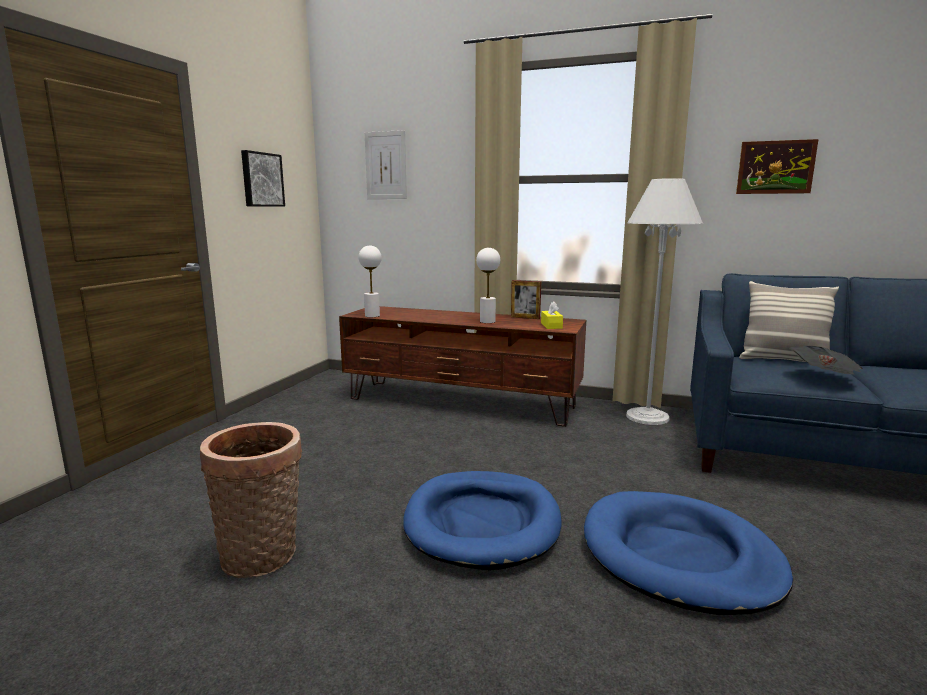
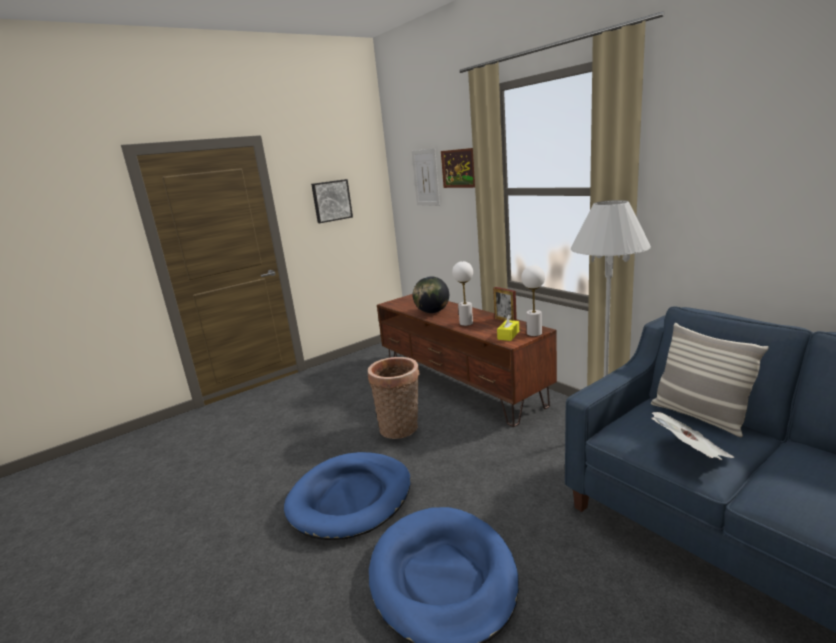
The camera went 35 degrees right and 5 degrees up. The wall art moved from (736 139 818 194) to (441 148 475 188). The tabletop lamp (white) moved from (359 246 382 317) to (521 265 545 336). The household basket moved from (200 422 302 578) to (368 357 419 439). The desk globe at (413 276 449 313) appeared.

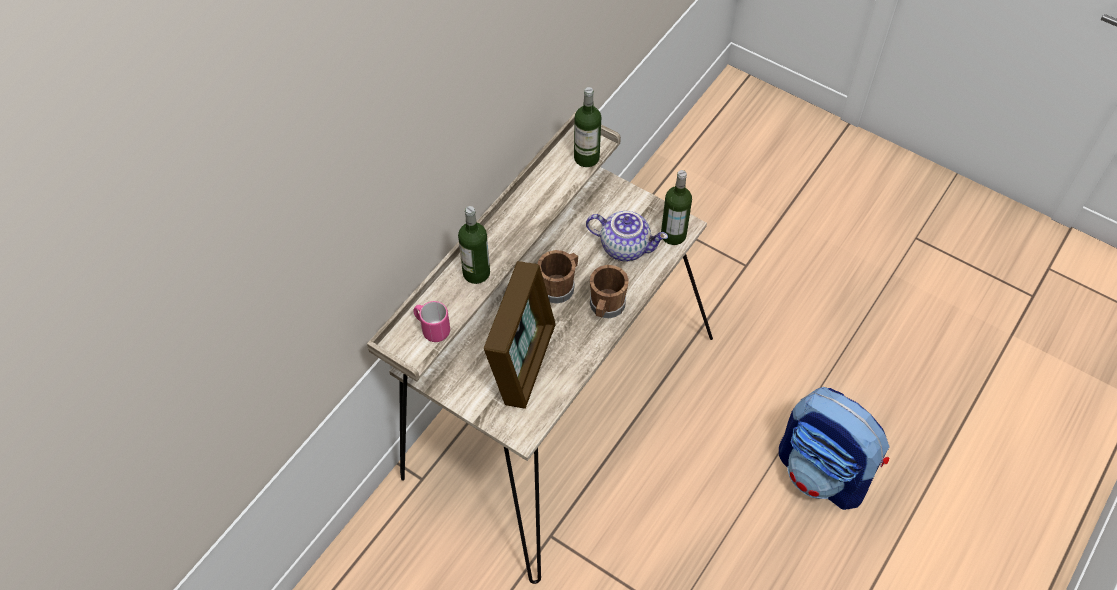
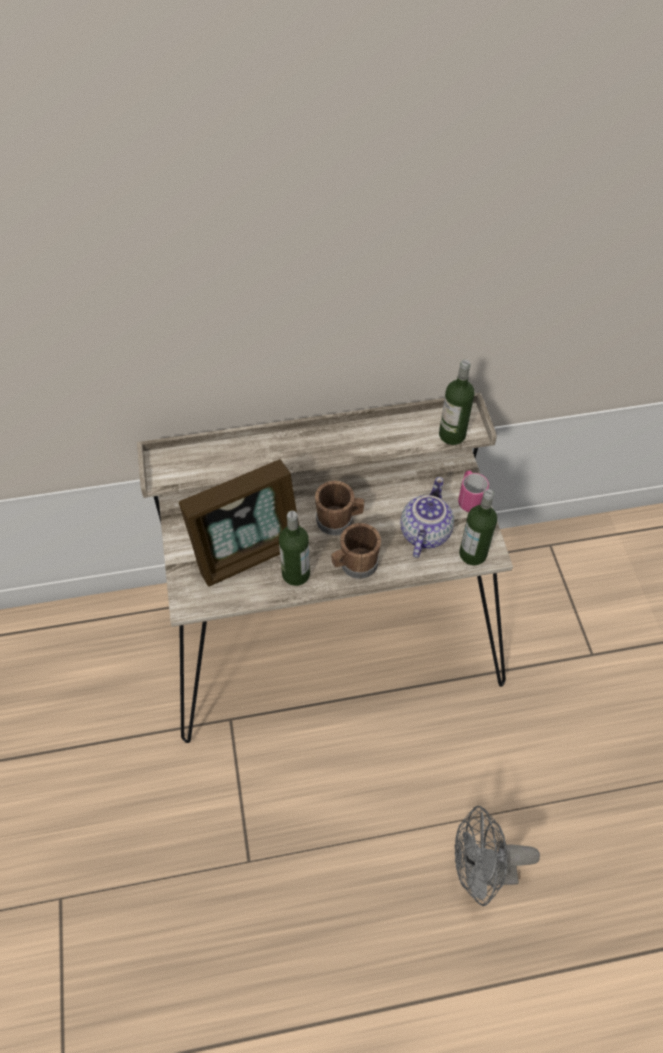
The camera went 45 degrees right and 0 degrees up. The bottle moved from (458 206 490 284) to (279 511 310 586). The tea pot at (586 211 668 261) turned 135 degrees counterclockwise. The tea mug (pinkish) moved from (413 301 450 342) to (458 471 489 512). The backpack at (779 387 889 510) was replaced by the cooling fan (greyish) at (454 806 540 906).

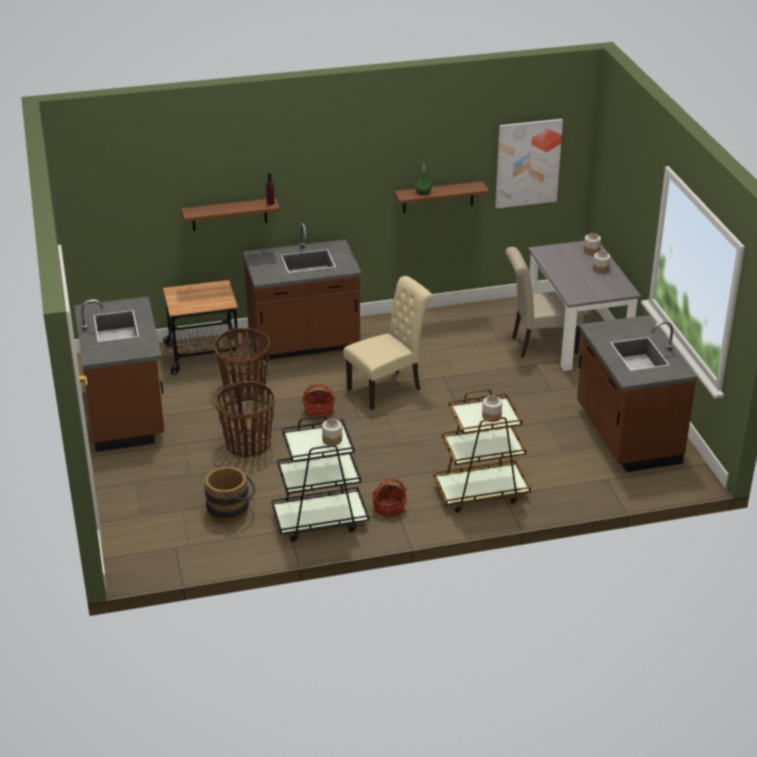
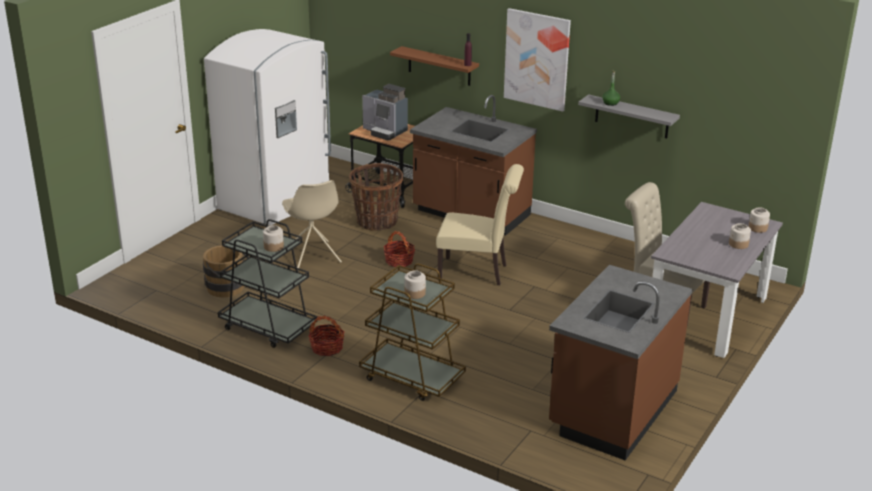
The camera went 45 degrees right and 5 degrees down. The wall art moved from (495 119 563 209) to (504 8 571 112). The shelf (brownish) at (394 181 489 213) became the shelf (greyish) at (578 94 680 138). The counter (brownish) at (74 297 164 452) was replaced by the fridge (white) at (204 29 331 226). The household basket at (216 381 275 457) was replaced by the upright chair (sand-coloured) at (282 180 342 268). The coffee brewer at (362 84 408 141) appeared.

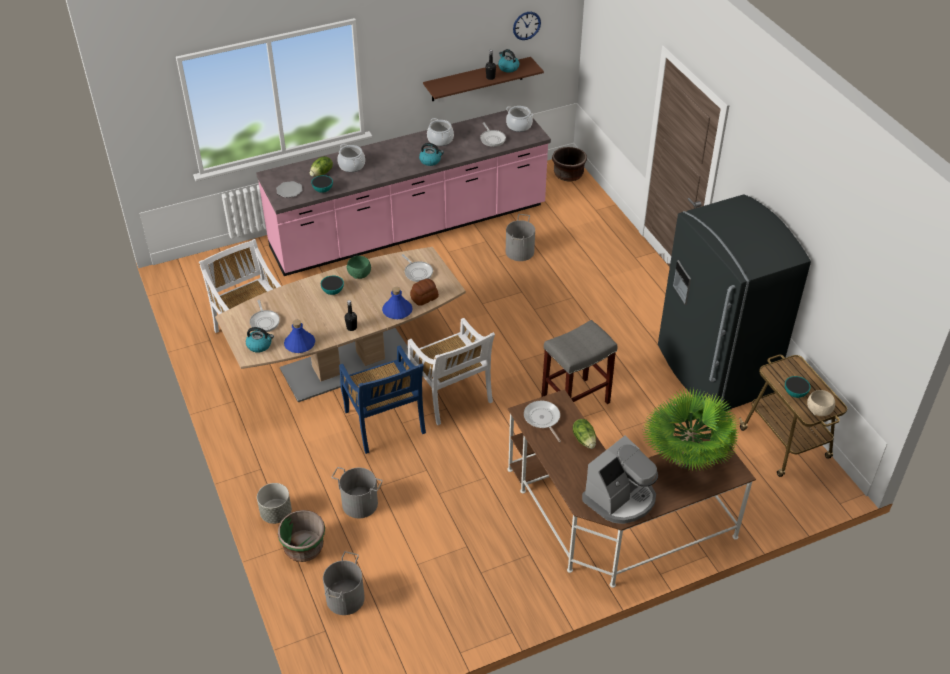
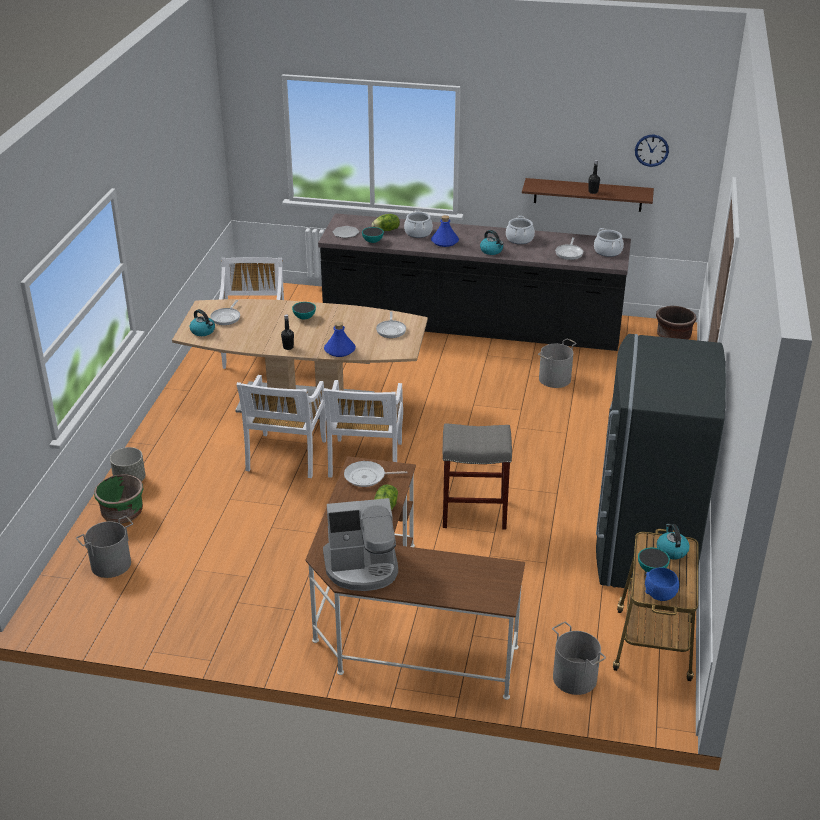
The camera went 35 degrees right and 10 degrees down. The tea kettle moved from (498 49 519 73) to (657 524 690 559). The counter (pinkish) at (256 110 551 276) became the counter (black-coloured) at (318 213 631 351). The deep dish (green-coloured) at (346 256 371 279) disappeared. The baked bread at (410 279 439 306) disappeared. The bottle (blue) moved from (284 320 315 353) to (431 215 459 247). The upright chair (blue) at (339 345 426 454) became the upright chair (white) at (236 375 326 478). The potted plant at (642 388 739 472) disappeared. The deep dish (sand-coloured) at (807 390 835 416) became the deep dish (blue) at (645 568 679 601). The pan at (524 400 561 443) turned 105 degrees counterclockwise. The pail (greyish) moved from (332 467 383 518) to (552 622 606 695).

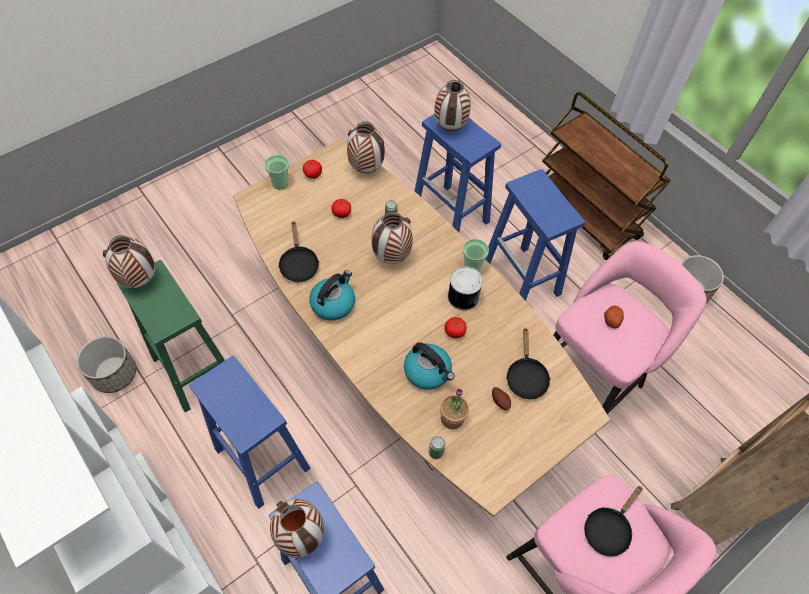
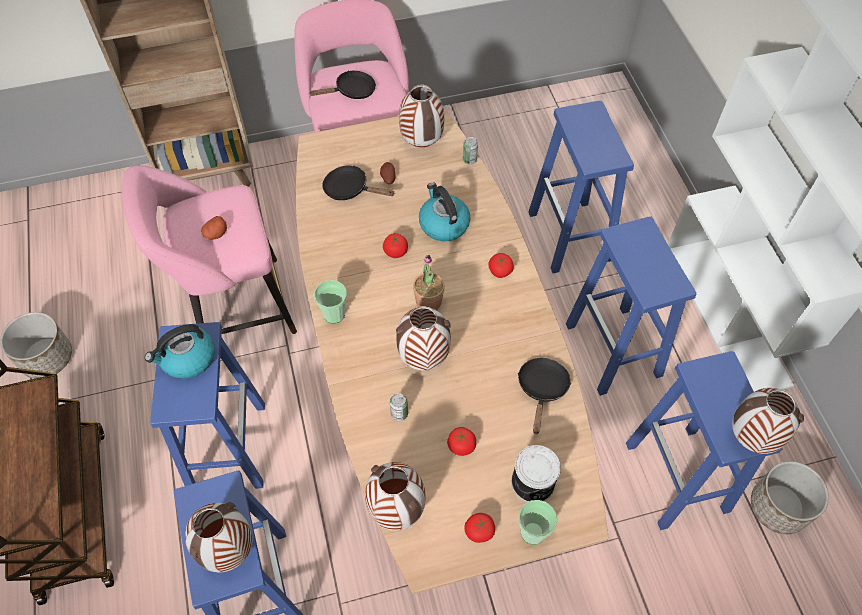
The camera went 155 degrees left and 0 degrees up. The stool (green-coloured) at (117 260 225 413) became the stool (blue) at (626 351 783 530). The can moved from (448 266 483 311) to (511 445 561 502). The tea kettle moved from (309 270 355 320) to (145 324 215 379). The pan (black-coloured) at (506 327 551 400) turned 90 degrees counterclockwise. The potted plant moved from (440 389 469 429) to (413 255 445 310). The flower vase moved from (270 499 324 558) to (399 85 444 147). The tomato at (488 253 514 278) appeared.

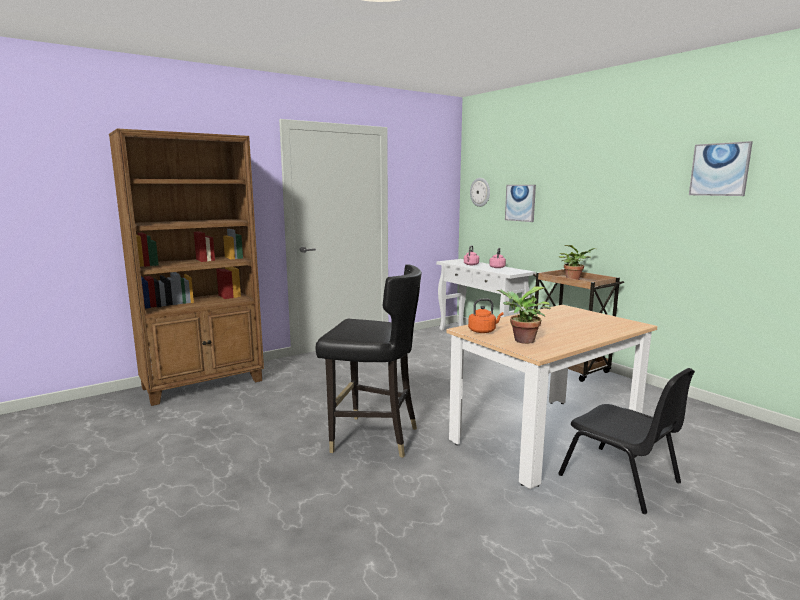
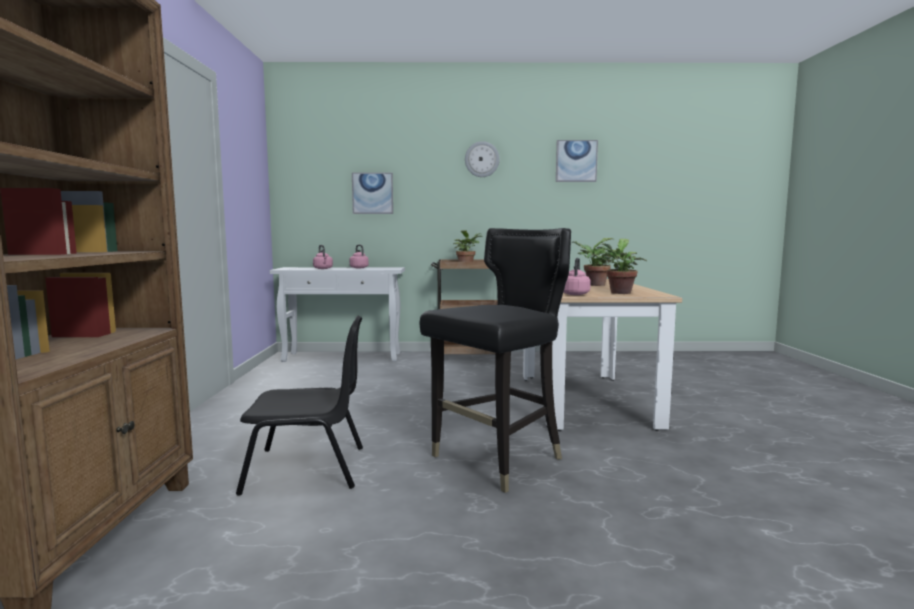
The camera went 55 degrees left and 5 degrees down. The hanging clock moved from (470 178 490 207) to (465 141 500 177). The tea kettle (orange-coloured) at (468 299 504 333) became the tea kettle (pinkish) at (563 258 591 295). The upright chair (black-coloured) moved from (558 368 695 514) to (236 316 363 496). The potted plant at (571 238 616 286) appeared.

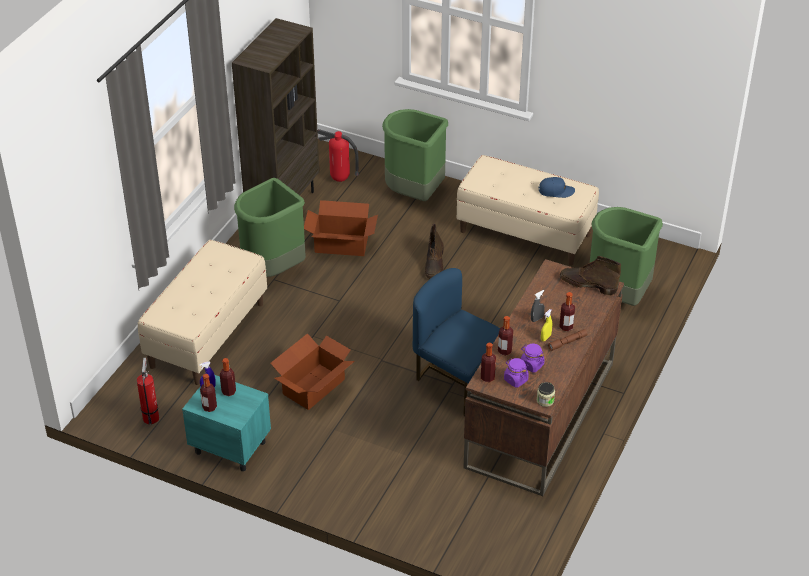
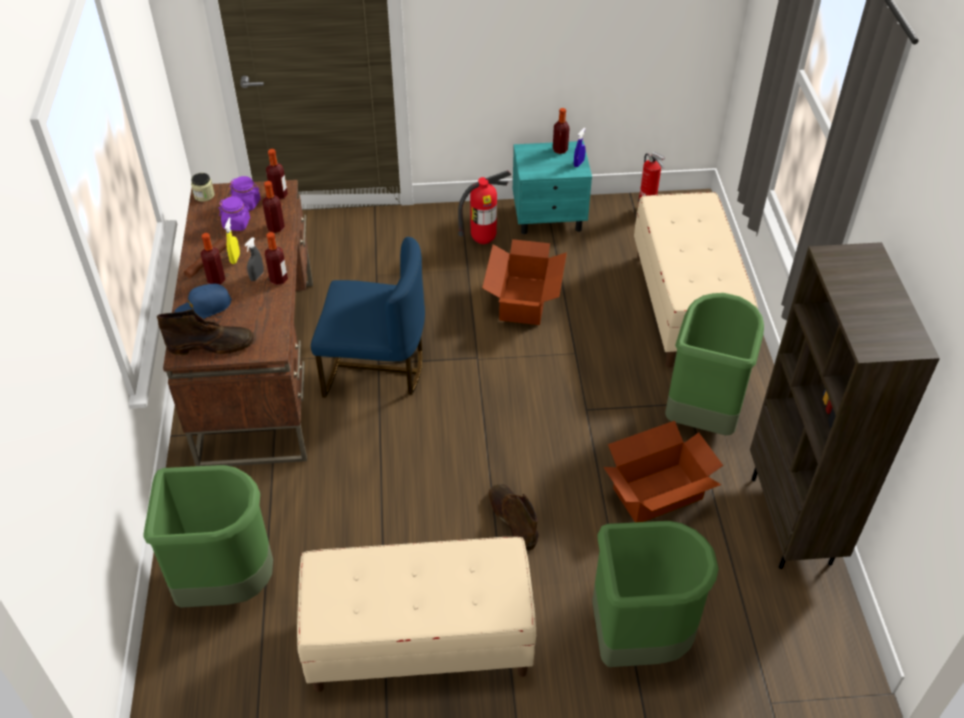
The camera went 150 degrees right and 5 degrees up. The fire-fighting cylinder moved from (317 129 359 182) to (458 170 511 244). The baseball cap (blue) moved from (539 177 575 198) to (175 284 232 319). The bottle moved from (220 358 236 396) to (265 232 288 285).

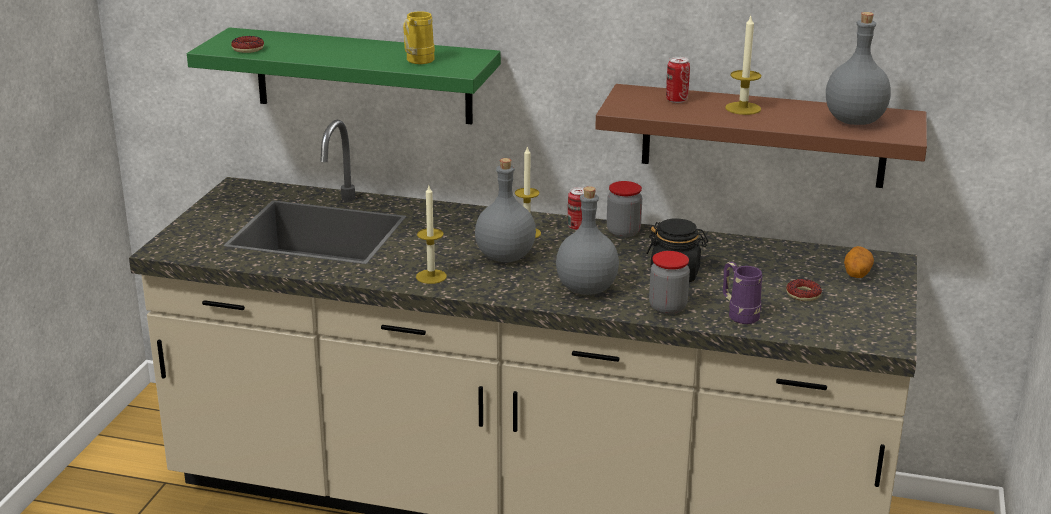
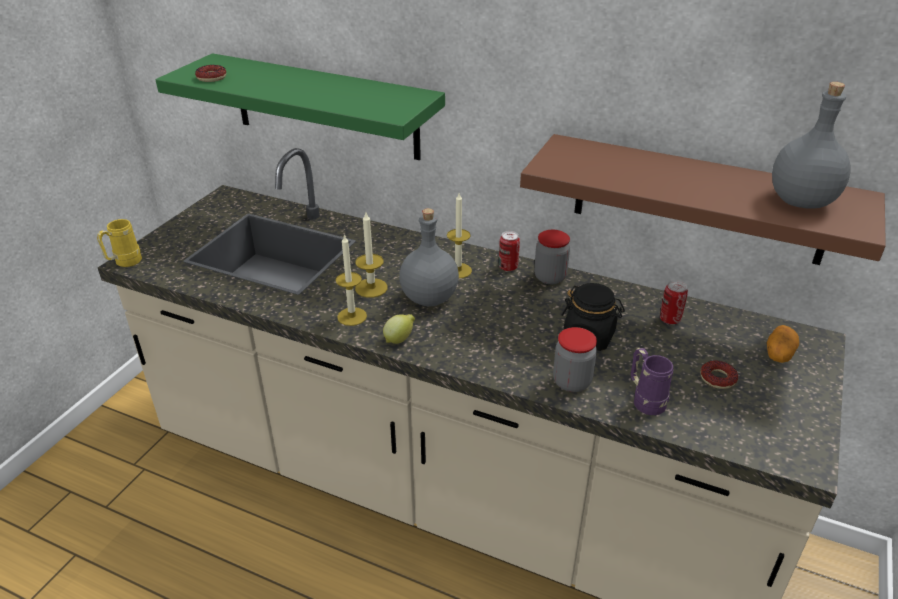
The camera went 10 degrees right and 10 degrees up. The tea mug (yellowish) moved from (403 11 435 64) to (97 219 142 267). The wax light moved from (725 16 761 115) to (355 213 388 298). The can moved from (666 57 690 103) to (660 280 688 324). The bottle (greyish) at (556 186 619 295) disappeared. The whole lemon at (383 314 415 344) appeared.

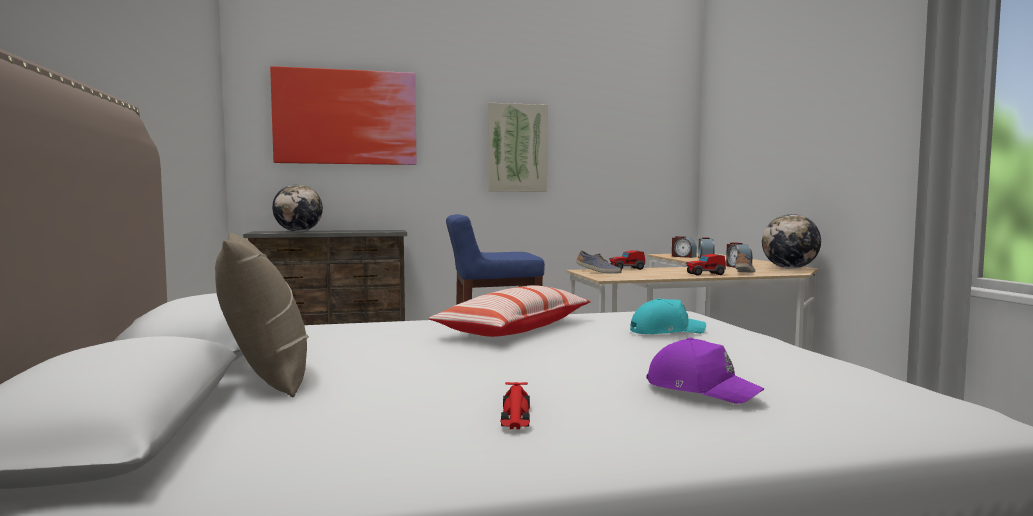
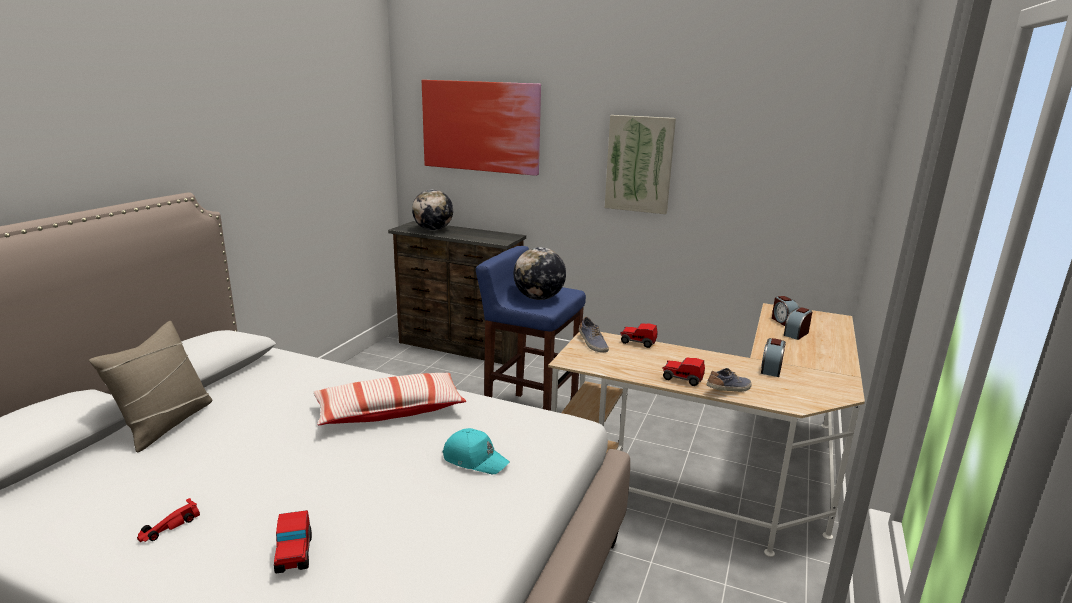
The camera went 35 degrees right and 15 degrees up. The desk globe moved from (762 214 821 269) to (514 247 566 300). The baseball cap (purple-coloured) at (646 337 765 404) was replaced by the model car at (274 510 312 574).

